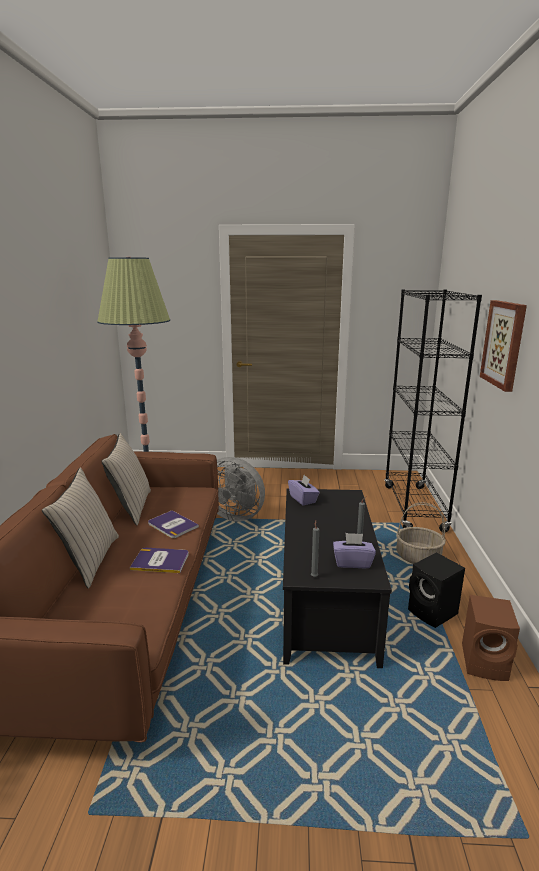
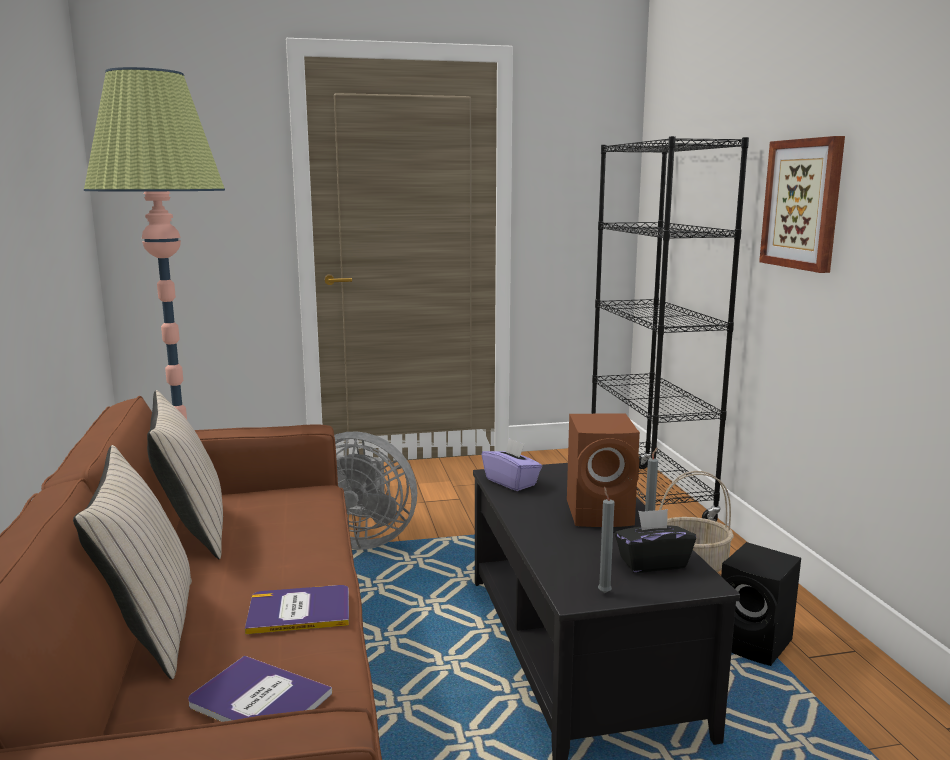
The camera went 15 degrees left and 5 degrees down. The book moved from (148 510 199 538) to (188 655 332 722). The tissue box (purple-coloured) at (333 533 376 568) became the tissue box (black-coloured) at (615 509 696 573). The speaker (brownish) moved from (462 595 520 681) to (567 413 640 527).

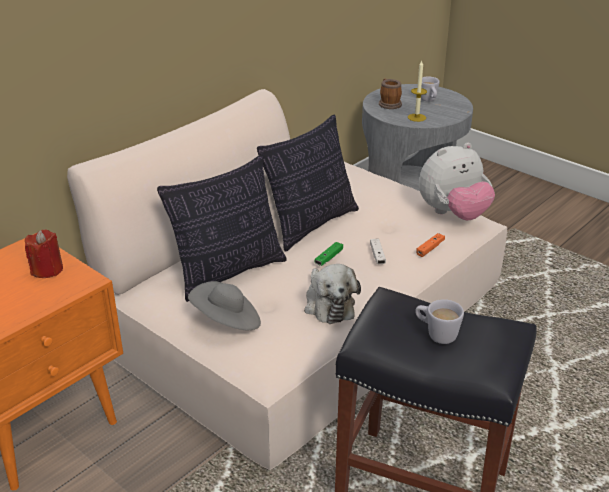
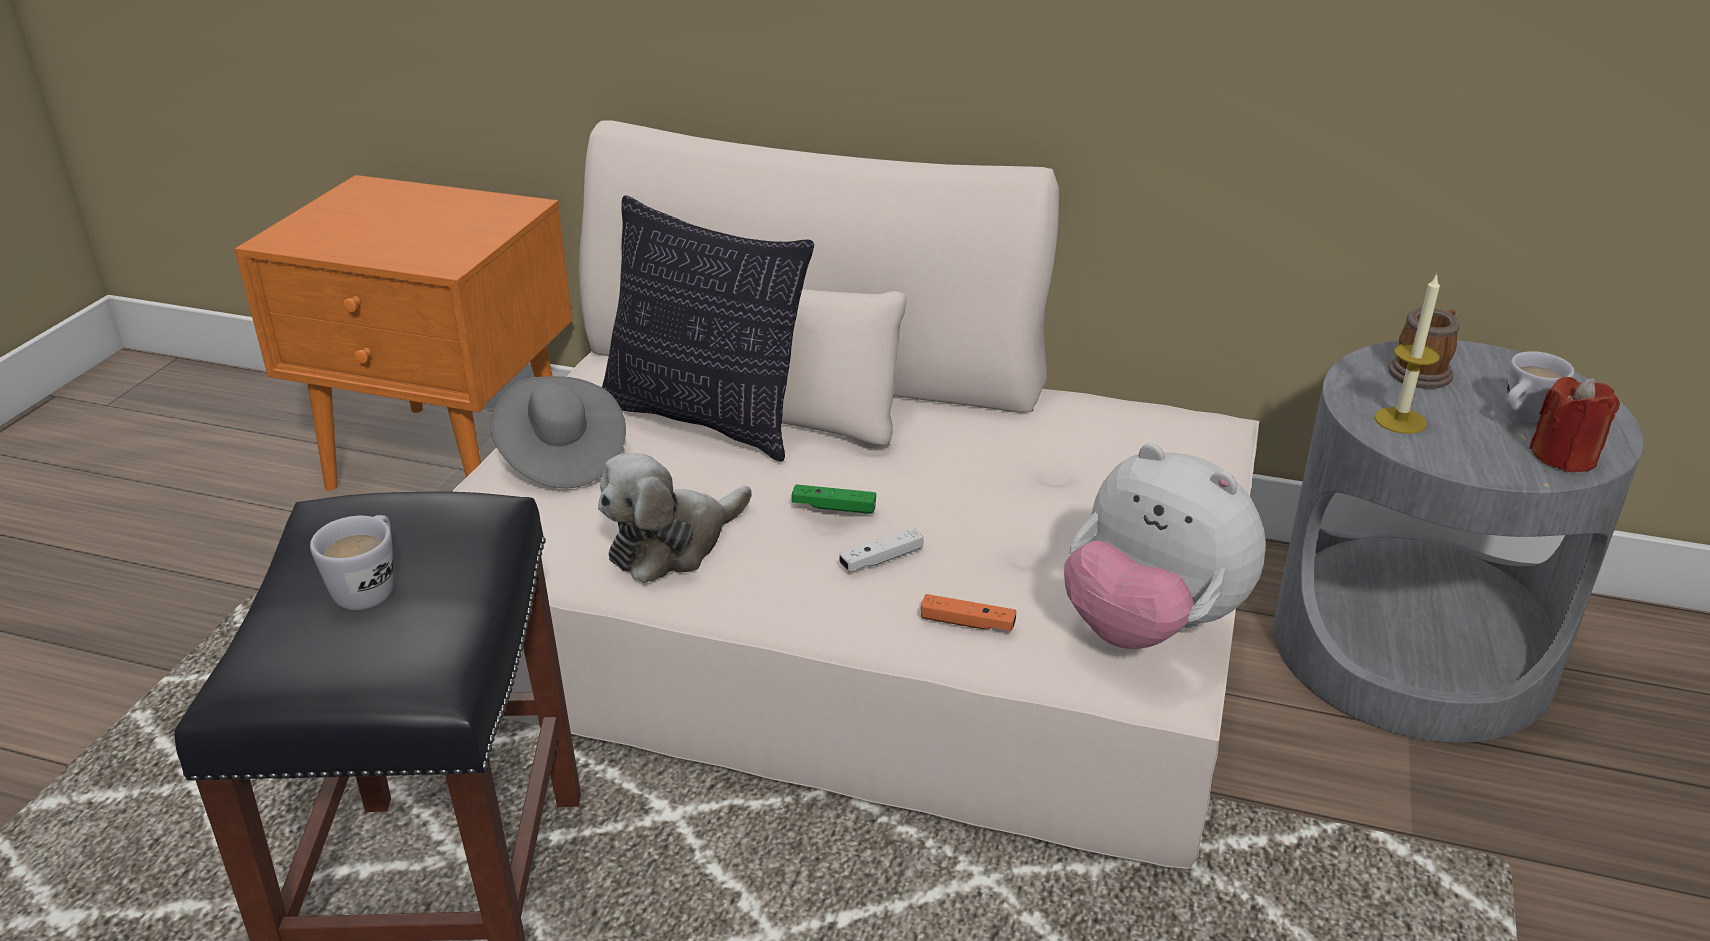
The camera went 65 degrees right and 0 degrees up. The throw pillow at (257 115 359 252) disappeared. The wax light (reddish) moved from (25 229 63 278) to (1529 377 1620 472).

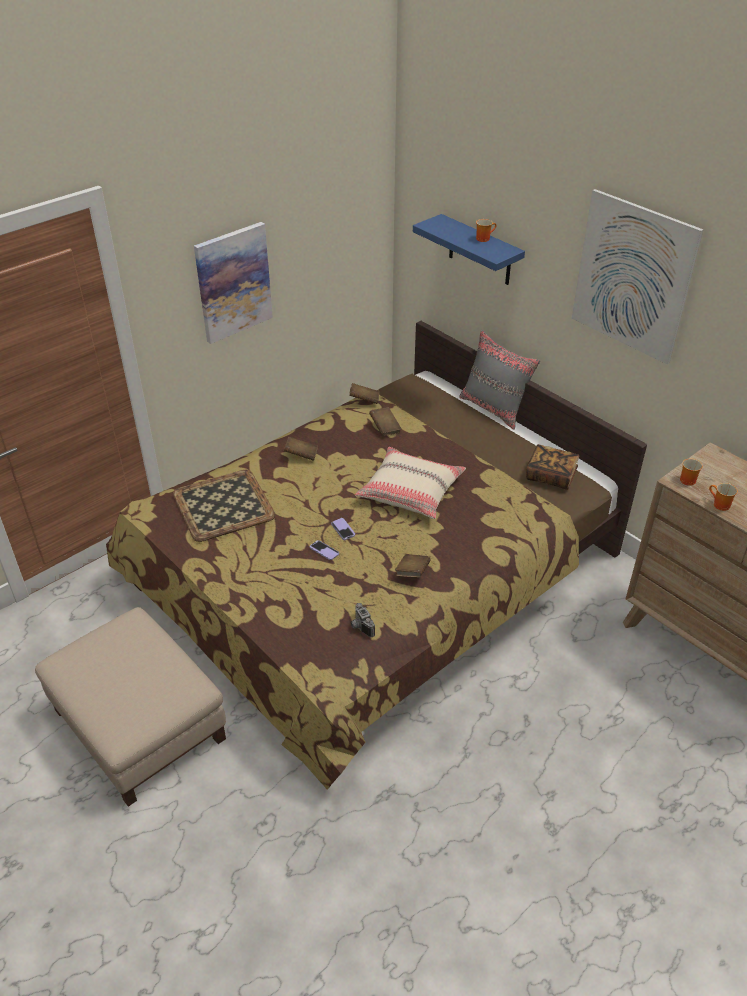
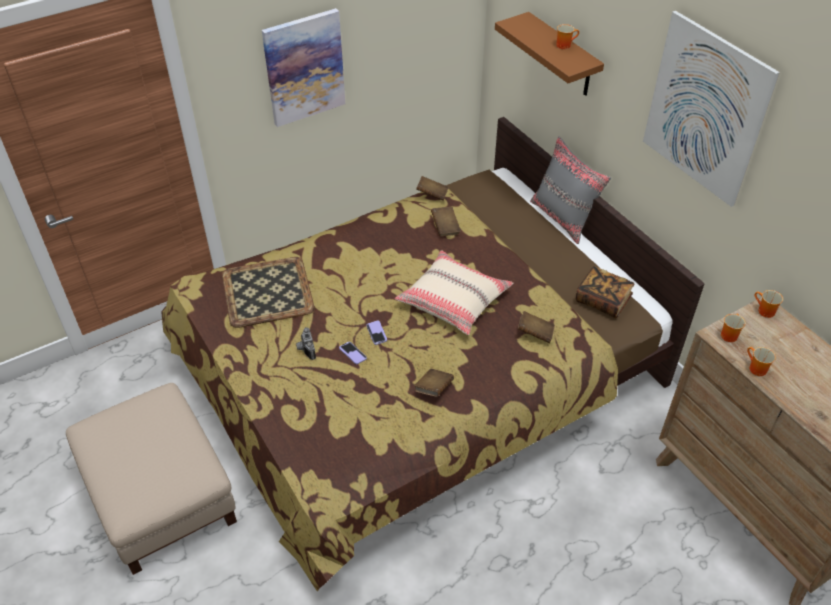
The camera went 10 degrees right and 5 degrees up. The shelf (blue) at (413 214 525 285) became the shelf (brownish) at (495 12 604 96). The book (brownish) moved from (284 437 318 461) to (518 311 555 343). The photo camera moved from (351 603 375 637) to (296 327 316 360). The tea mug at (754 290 783 318) appeared.

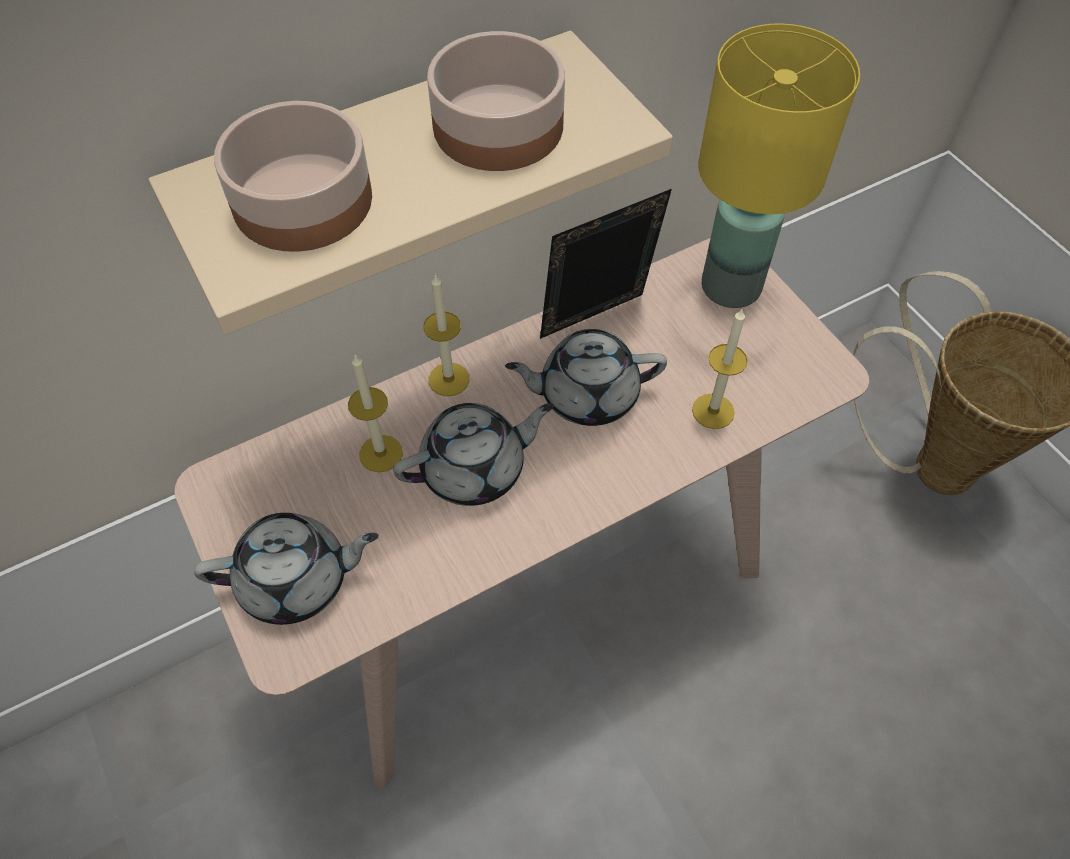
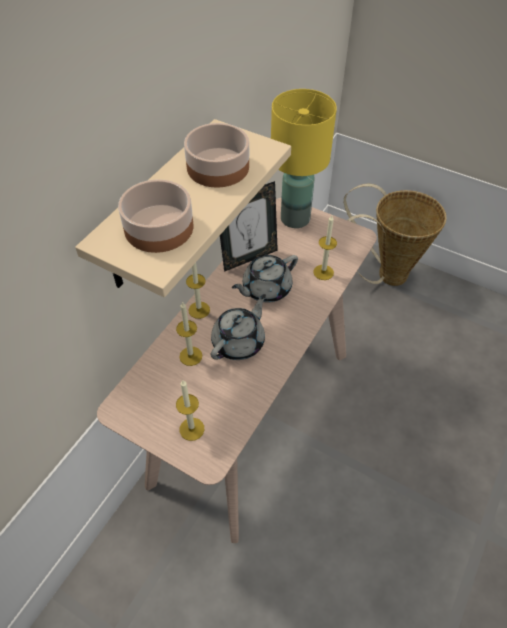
The camera went 30 degrees left and 5 degrees down. The photo frame at (540 189 672 339) turned 150 degrees counterclockwise. The tea pot (greyish) at (194 513 379 625) was replaced by the wax light at (176 380 204 441).

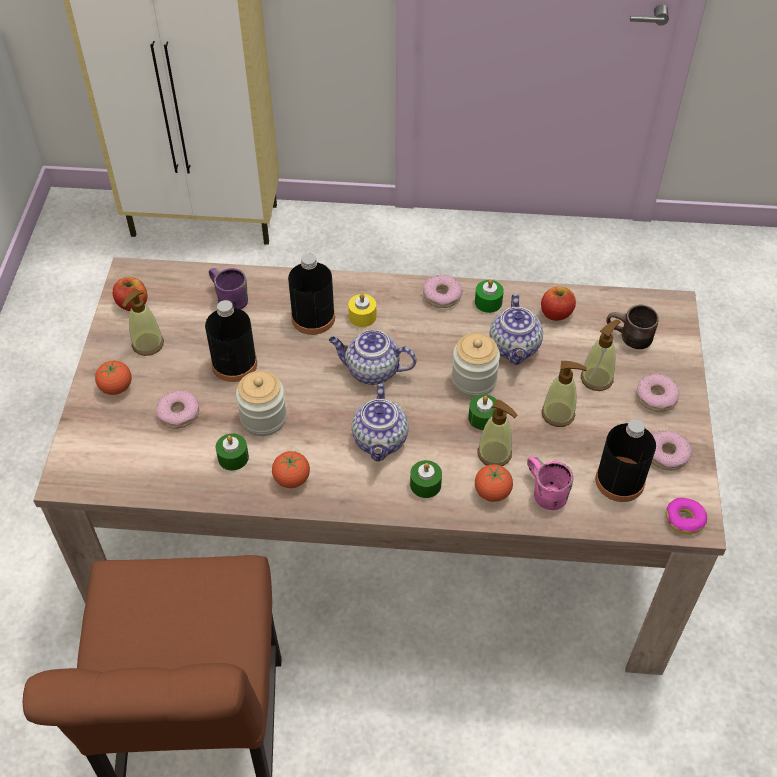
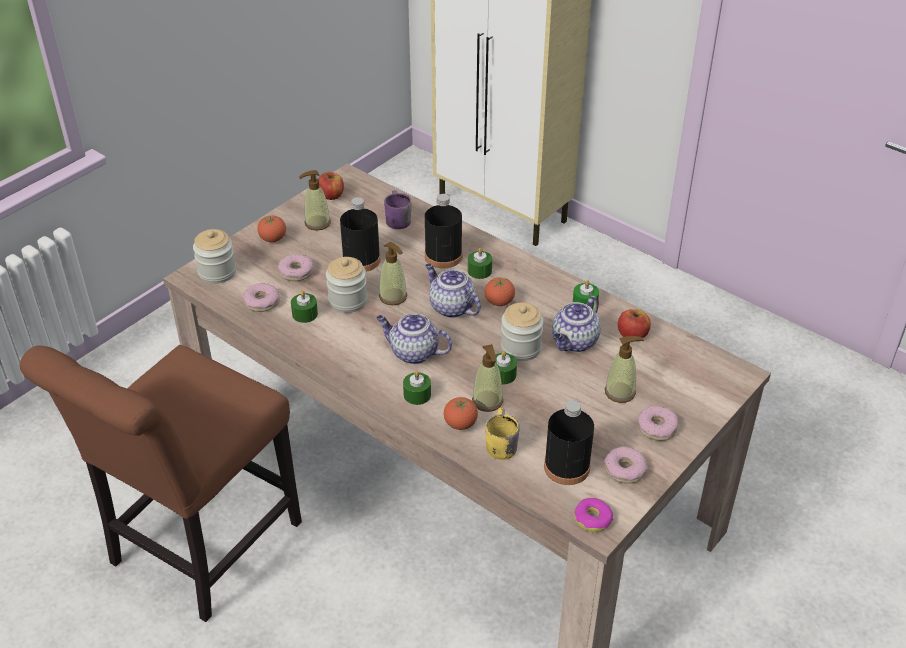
The camera went 35 degrees right and 10 degrees down. The ring doughnut moved from (423 274 463 308) to (243 283 280 312). The wax light (yellowish) at (348 293 376 327) became the wax light (green-coloured) at (468 248 492 279). The tea mug (brownish) at (606 305 659 349) disappeared. The soap bottle moved from (542 361 587 427) to (379 242 407 305). The tea pot at (352 383 409 462) turned 75 degrees clockwise. The tomato moved from (272 451 310 488) to (485 277 515 306). The tea mug (pinkish) at (527 456 573 510) became the tea mug (yellowish) at (485 408 520 460). The jar at (193 229 236 284) appeared.

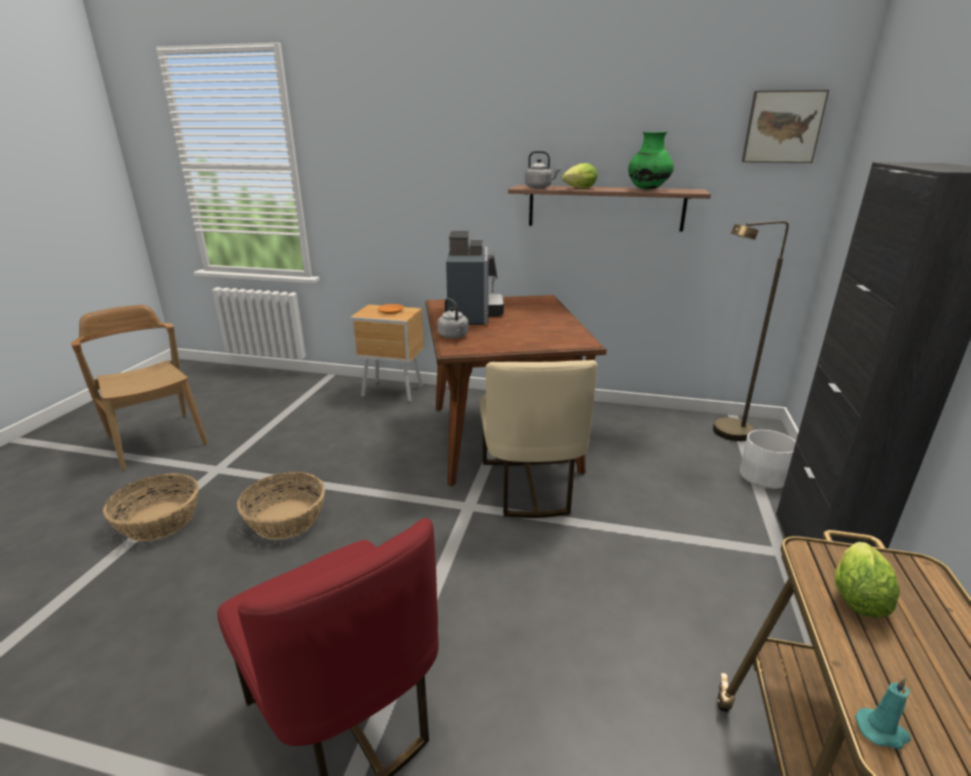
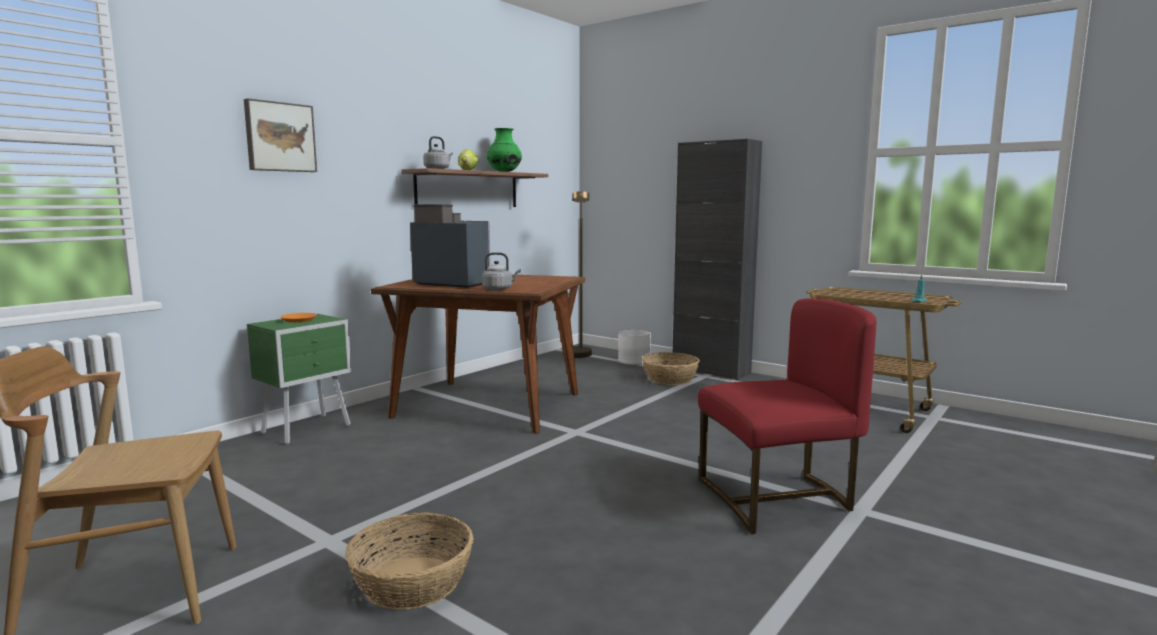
The camera went 65 degrees left and 15 degrees down. The wall art moved from (742 90 829 163) to (244 98 317 172). The bedside table (brownish) at (350 304 424 402) became the bedside table (green-coloured) at (247 314 351 444). The upright chair (sand-coloured) at (480 360 598 518) disappeared. The household basket moved from (237 472 325 539) to (642 352 700 385). The lettuce head at (834 542 900 617) disappeared.

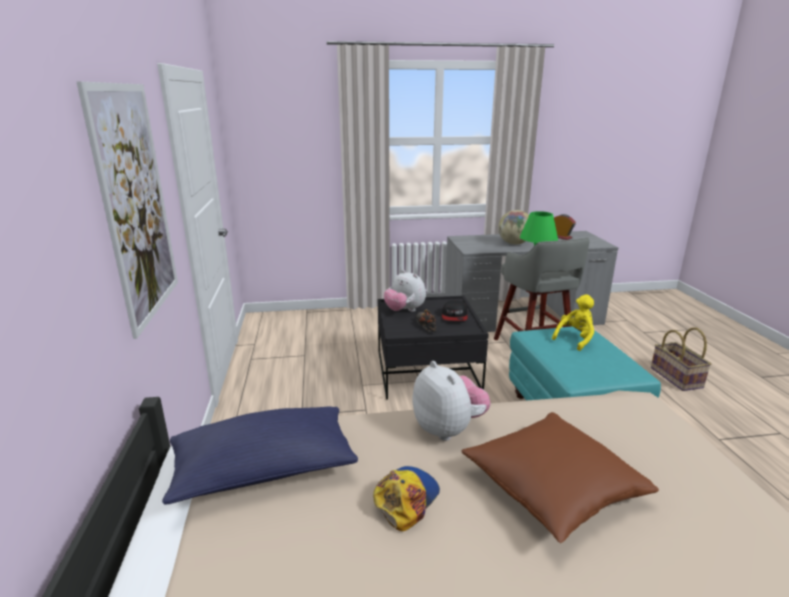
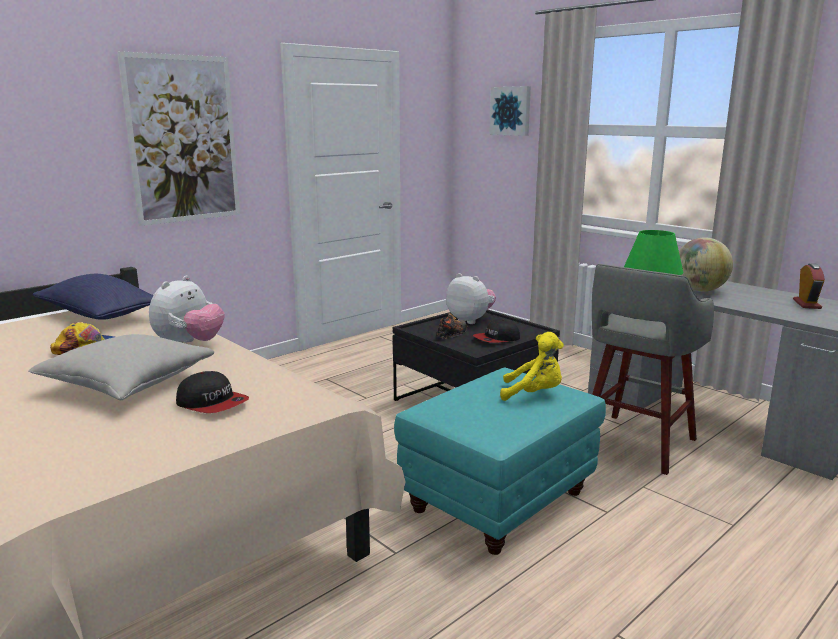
The camera went 55 degrees right and 5 degrees down. The cuddly toy at (384 270 426 312) turned 120 degrees clockwise. The household basket at (651 327 711 391) disappeared. The throw pillow (brownish) at (462 412 659 543) became the throw pillow (greyish) at (28 334 215 400). The wall art at (489 86 531 136) appeared. The baseball cap at (176 371 249 413) appeared.

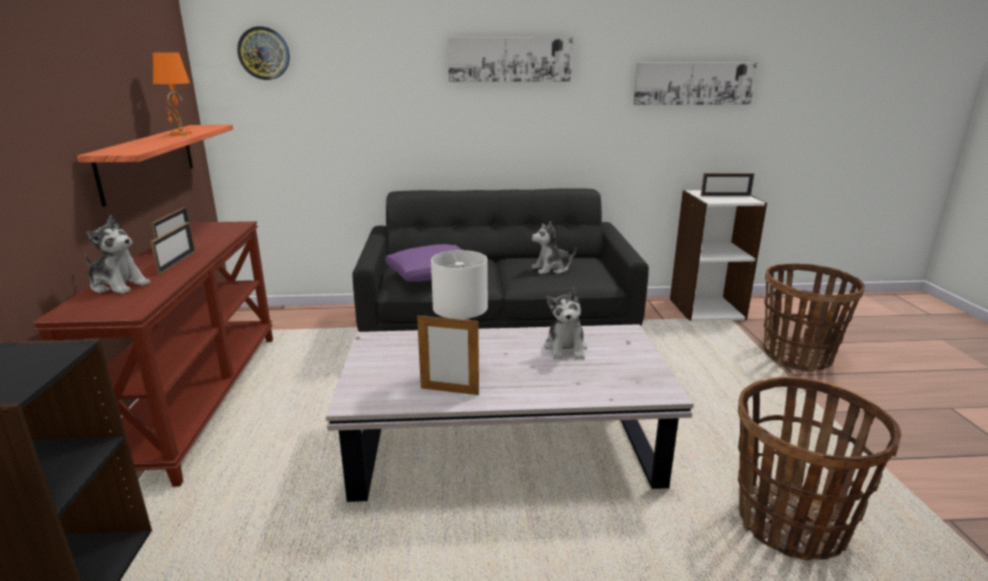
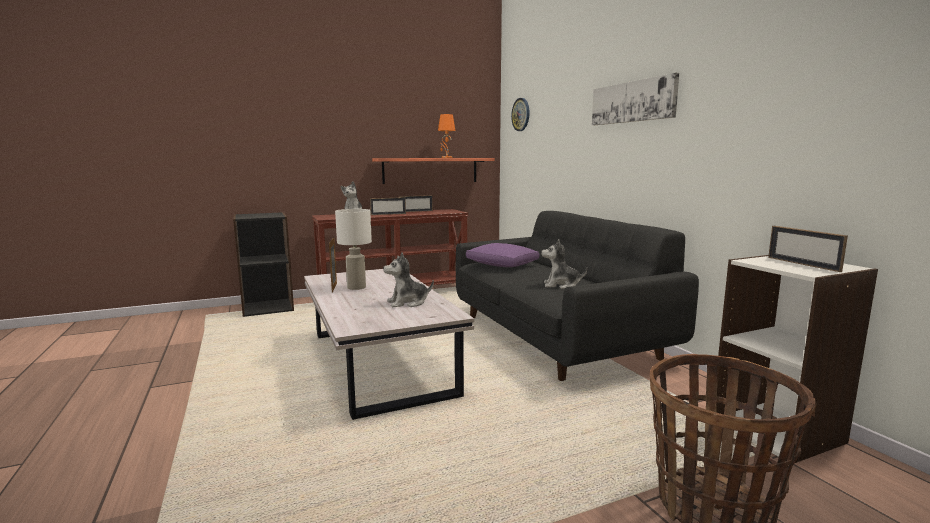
The camera went 70 degrees right and 10 degrees down. The wall art at (633 62 757 105) disappeared. The cuddly toy at (531 221 576 274) turned 45 degrees counterclockwise. The household basket at (738 376 902 560) disappeared.

